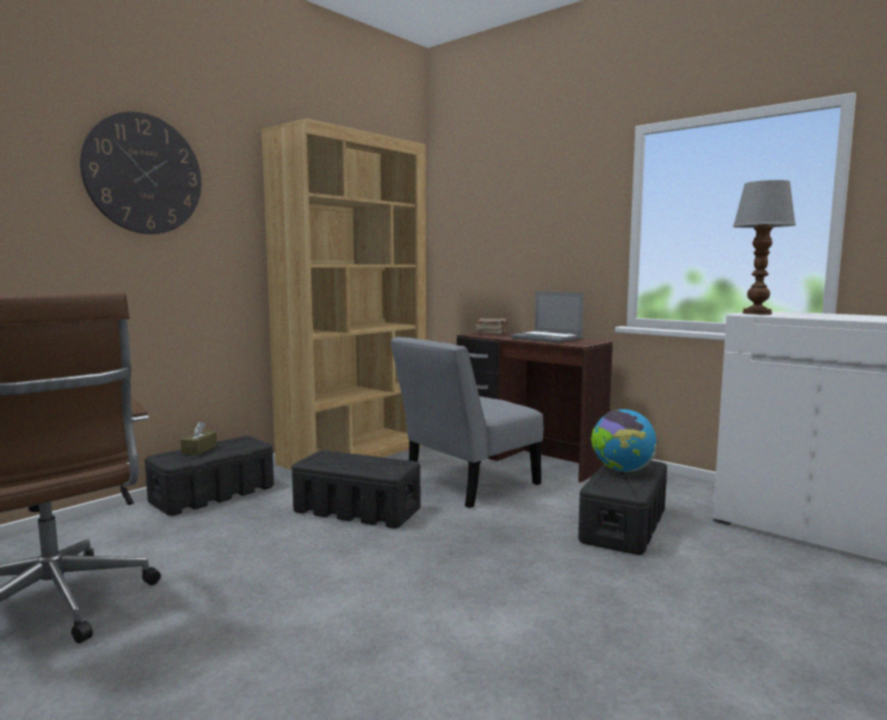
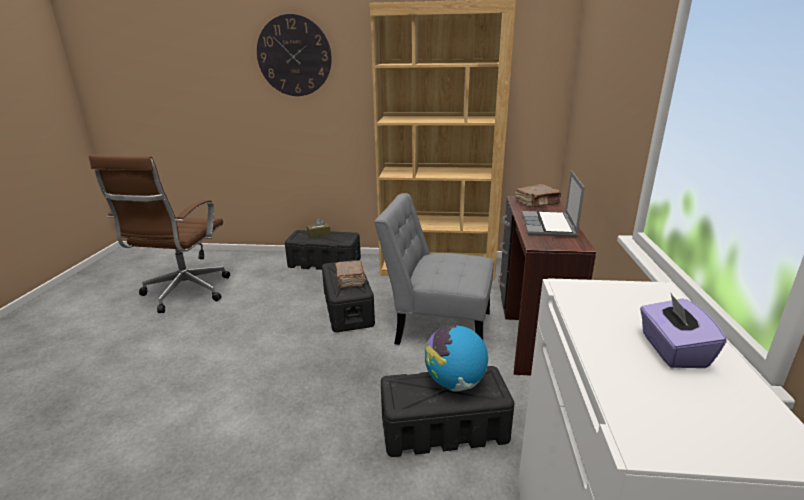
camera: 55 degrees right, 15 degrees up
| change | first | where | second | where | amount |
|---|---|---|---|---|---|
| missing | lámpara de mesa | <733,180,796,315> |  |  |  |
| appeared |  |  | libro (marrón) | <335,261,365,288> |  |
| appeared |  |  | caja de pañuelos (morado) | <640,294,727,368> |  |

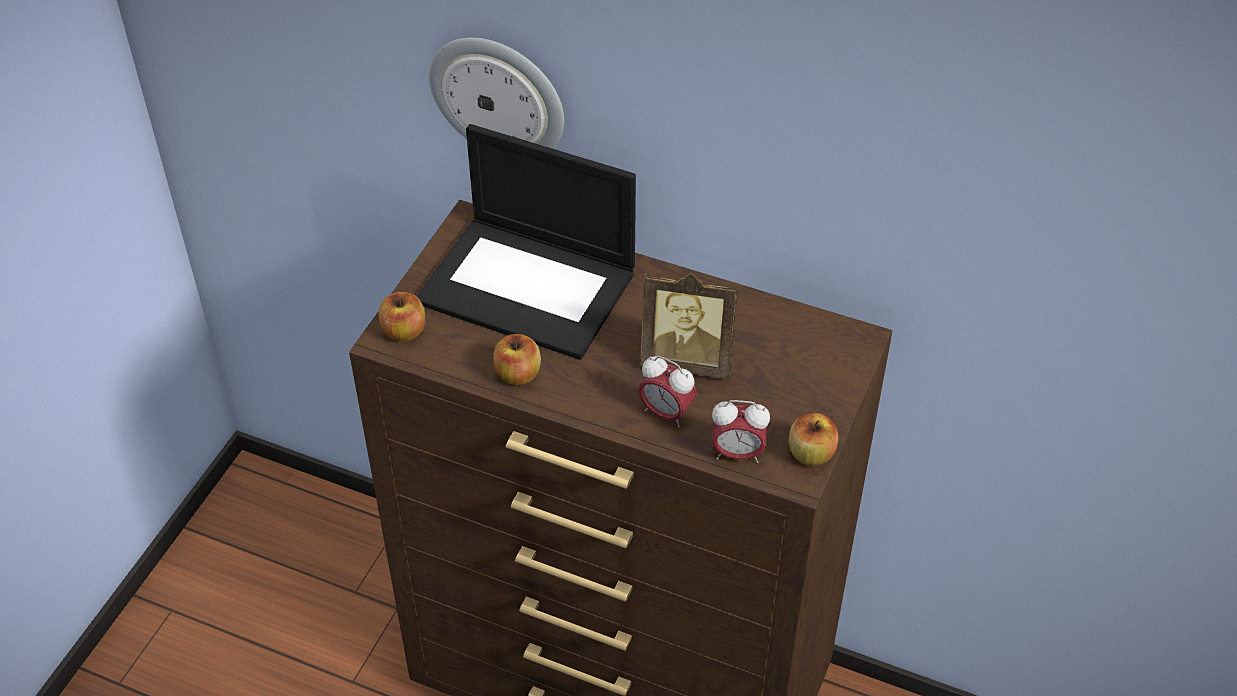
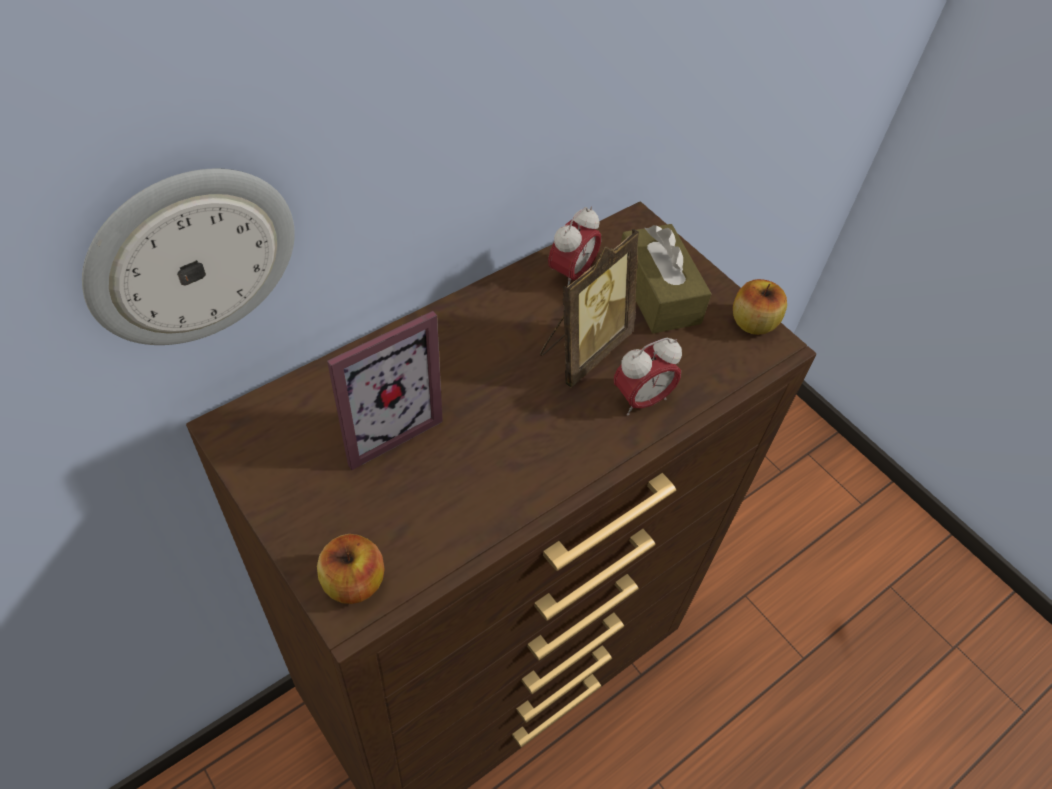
camera: 65 degrees left, 5 degrees up
| change | first | where | second | where | amount |
|---|---|---|---|---|---|
| exchanged | portátil | <416,124,636,360> | portarretratos | <327,311,443,470> |  |
| missing | manzana | <493,334,541,385> |  |  |  |
| relocated | despertador | <712,400,770,463> |  | <548,207,601,286> |  |
| appeared |  |  | caja de pañuelos (marrón) | <621,224,712,334> |  |

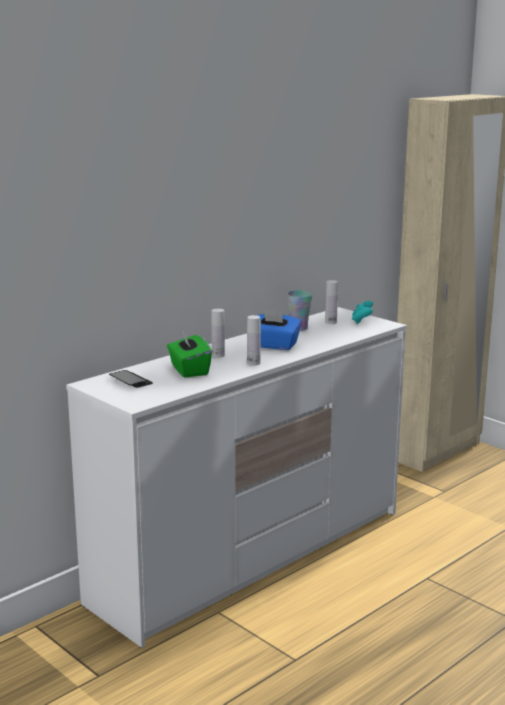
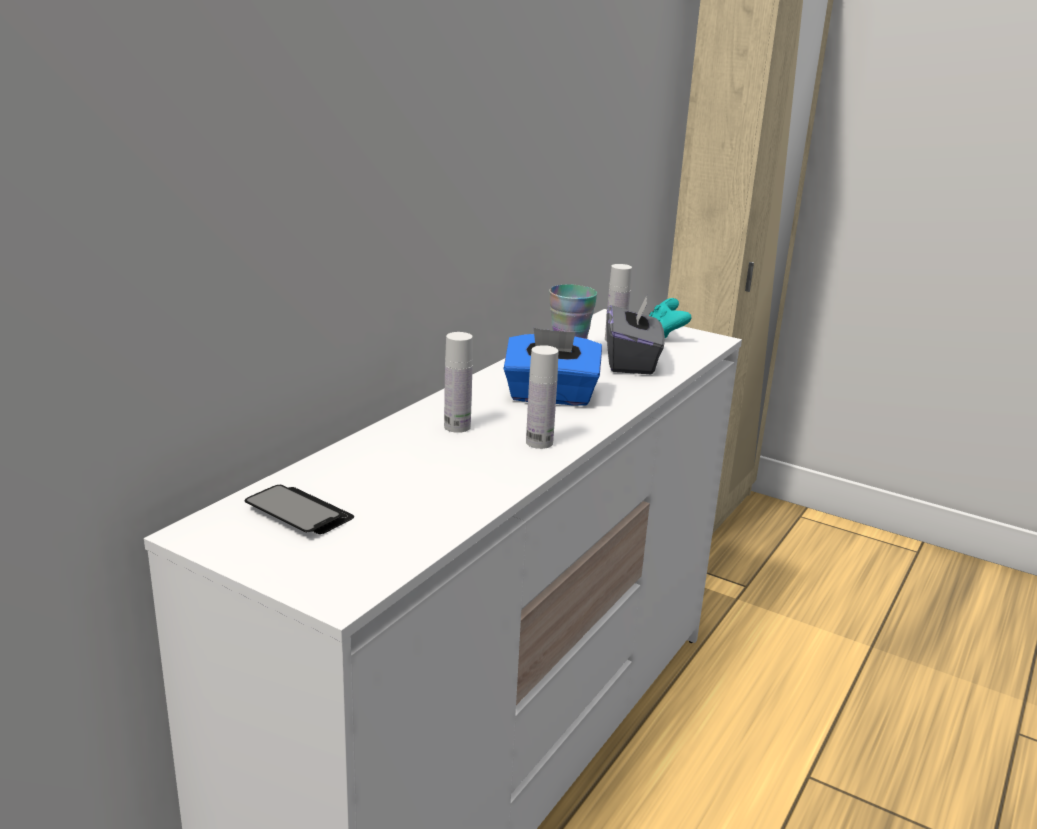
camera: 15 degrees left, 5 degrees up
| change | first | where | second | where | amount |
|---|---|---|---|---|---|
| missing | caja de pañuelos (verde) | <167,331,212,378> |  |  |  |
| appeared |  |  | caja de pañuelos (gris) | <606,295,665,374> |  |

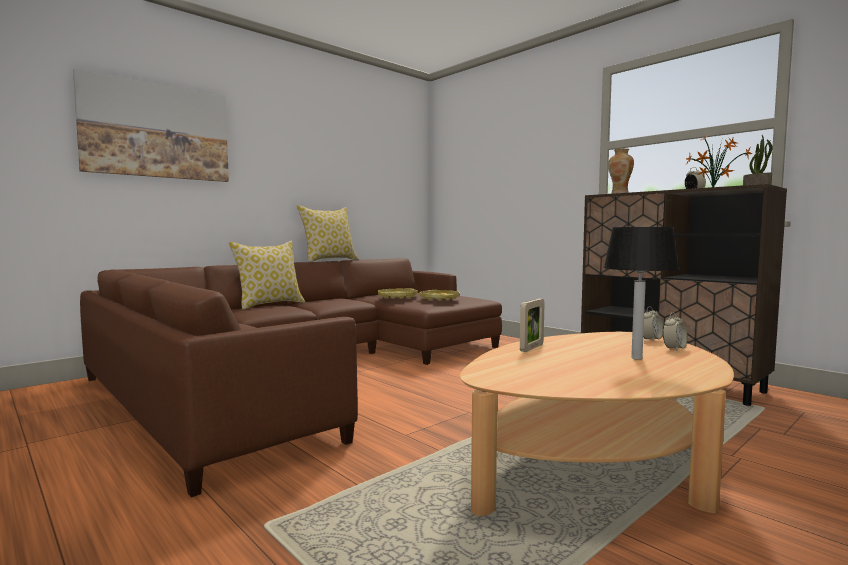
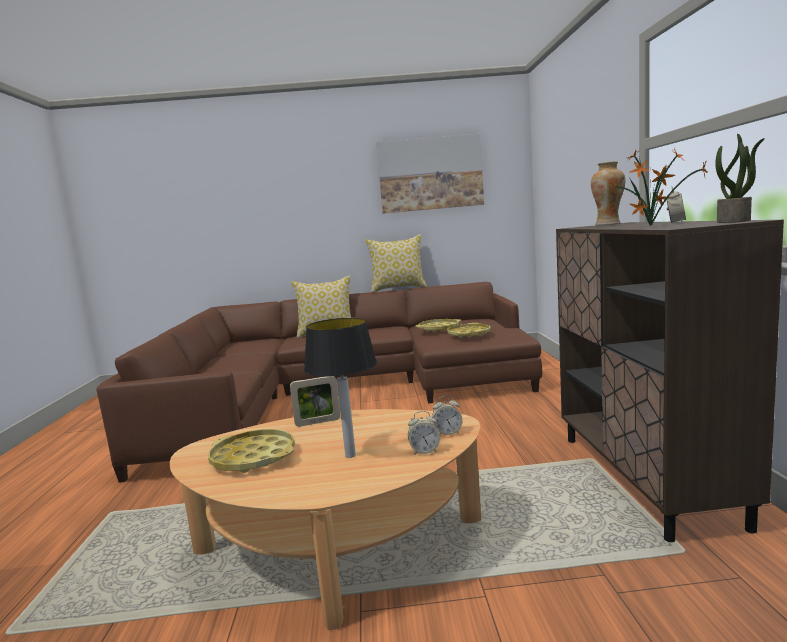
camera: 40 degrees right, 5 degrees up
| change | first | where | second | where | amount |
|---|---|---|---|---|---|
| relocated | cuadro | <73,68,229,182> |  | <376,134,484,213> |  |
| appeared |  |  | bandeja (amarillo) | <208,429,295,473> |  |

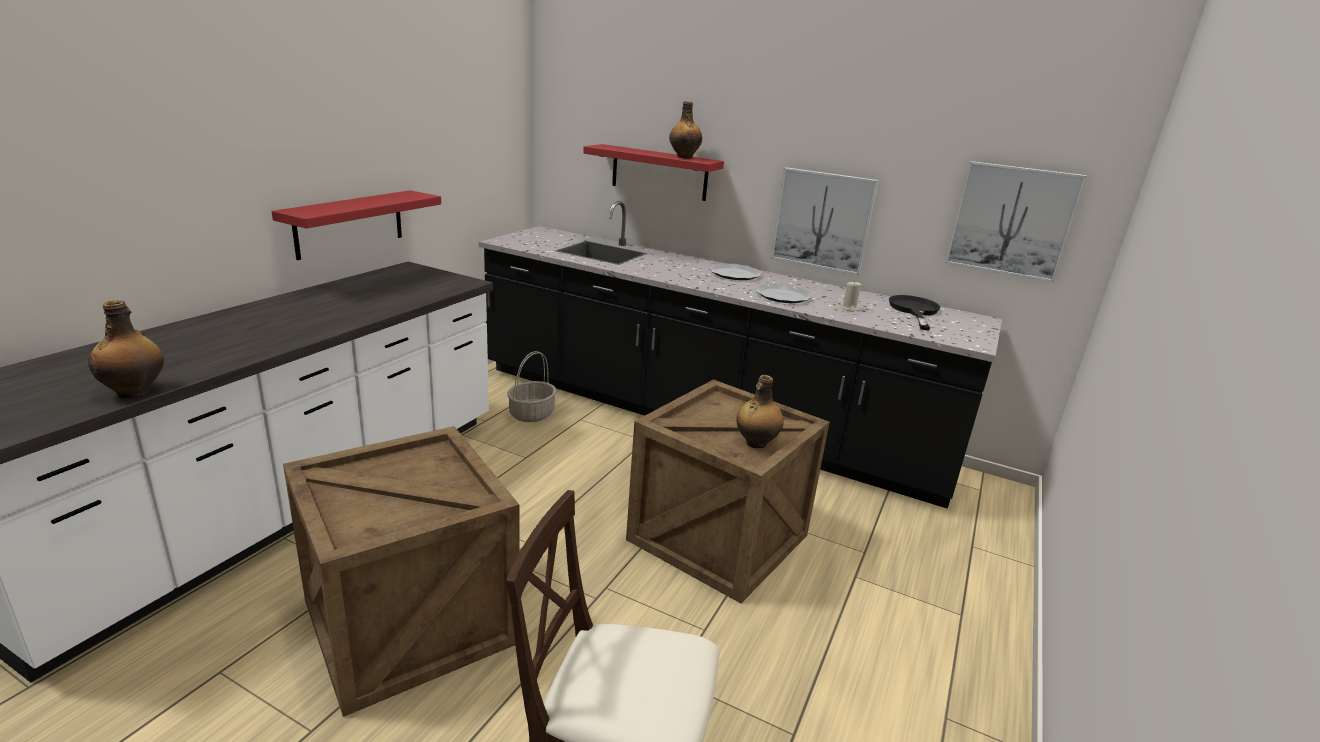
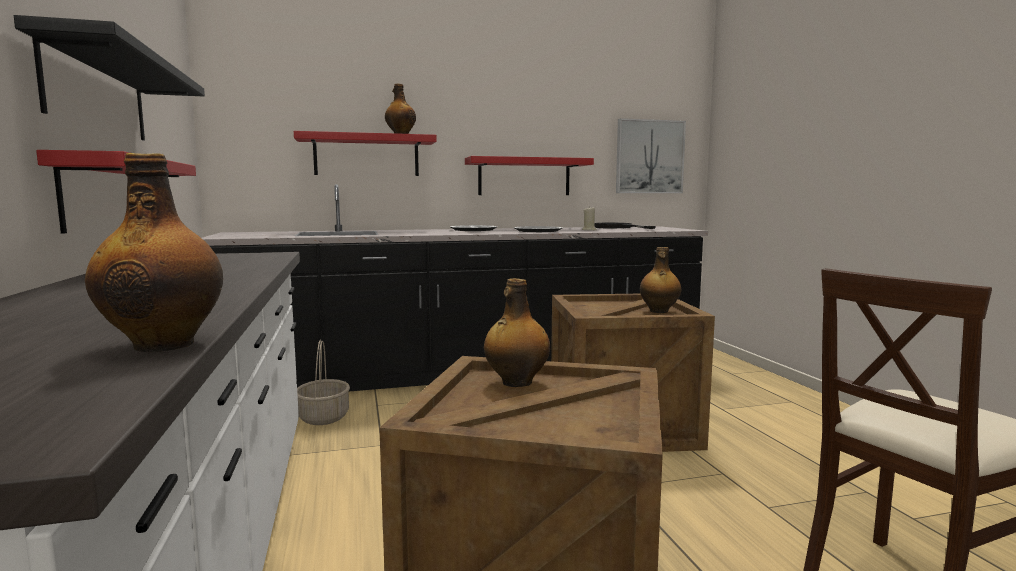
camera: 40 degrees left, 15 degrees down
| change | first | where | second | where | amount |
|---|---|---|---|---|---|
| exchanged | cuadro | <771,167,878,275> | estante (rojo) | <465,156,594,195> |  |
| appeared |  |  | estante (negro) | <14,15,205,140> |  |
| appeared |  |  | botella | <484,278,550,387> |  |

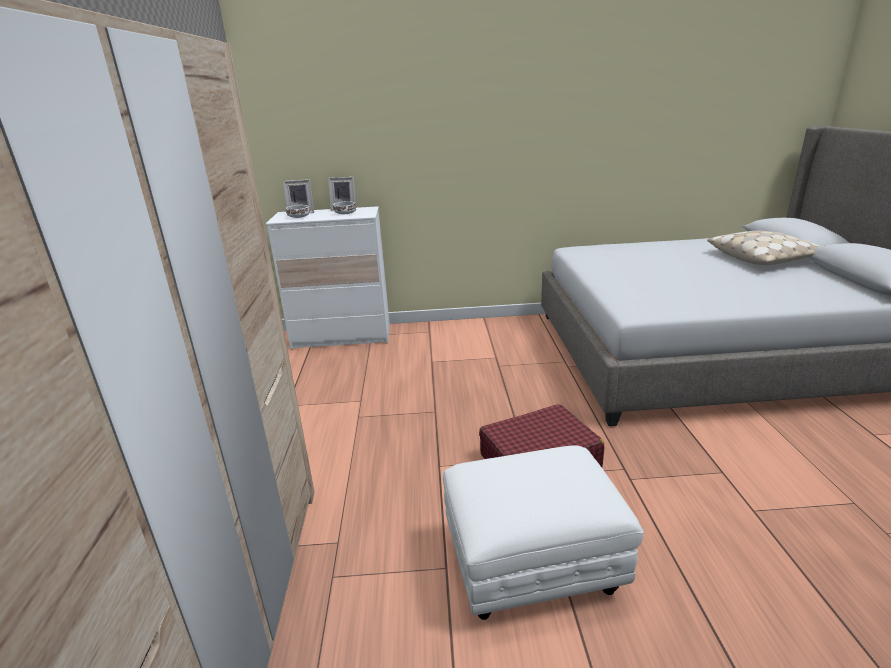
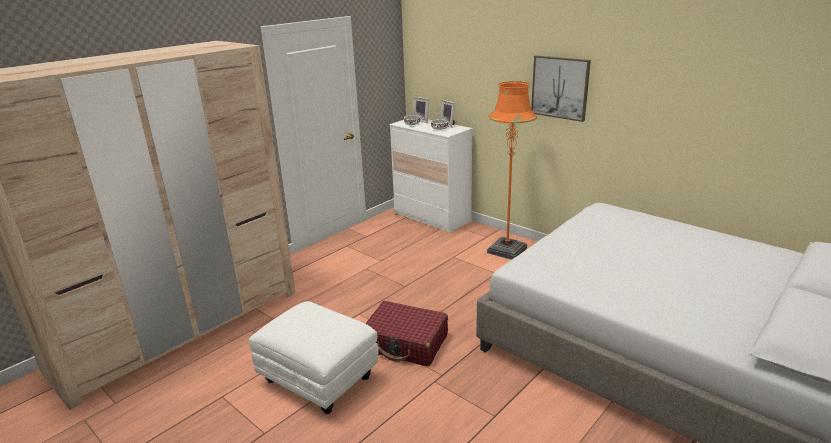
camera: 45 degrees right, 0 degrees up
| change | first | where | second | where | amount |
|---|---|---|---|---|---|
| missing | cojín (beis) | <707,231,819,265> |  |  |  |
| appeared |  |  | lámpara de pie (naranja) | <487,81,537,260> |  |
| appeared |  |  | cuadro | <531,55,591,122> |  |

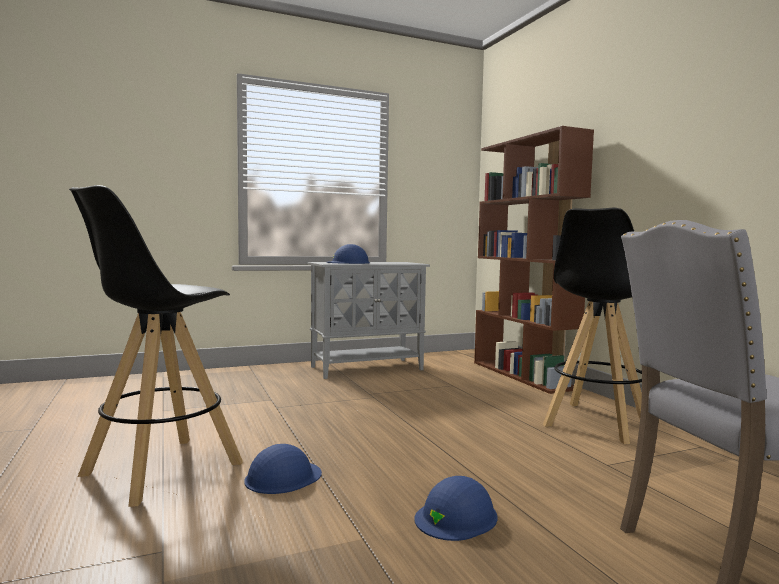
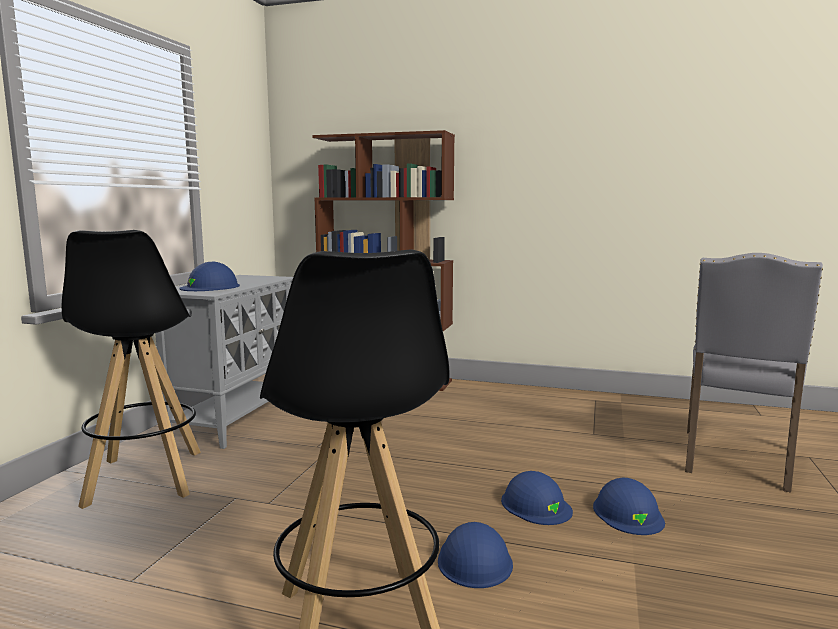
camera: 50 degrees left, 5 degrees up
| change | first | where | second | where | amount |
|---|---|---|---|---|---|
| relocated | taburete (negro) | <543,208,642,444> |  | <62,230,201,509> |  |
| appeared |  |  | casco (azul) | <501,471,573,525> |  |

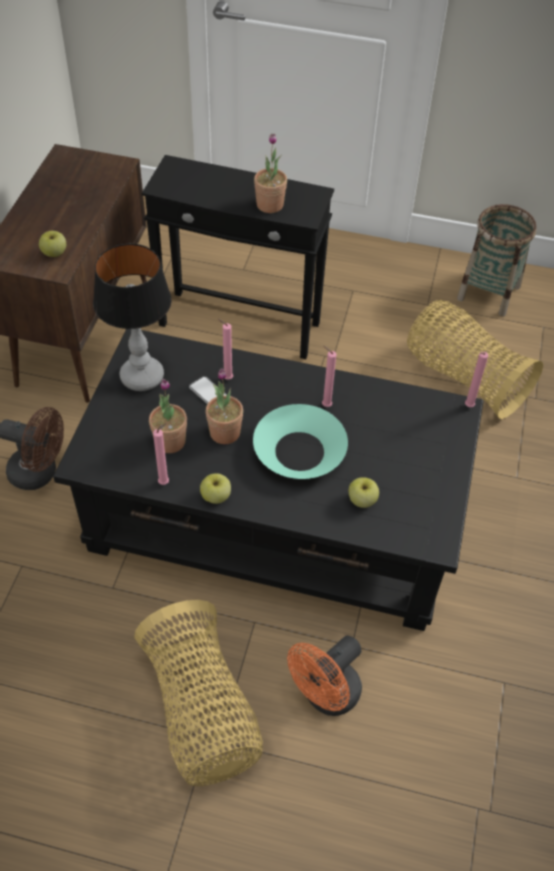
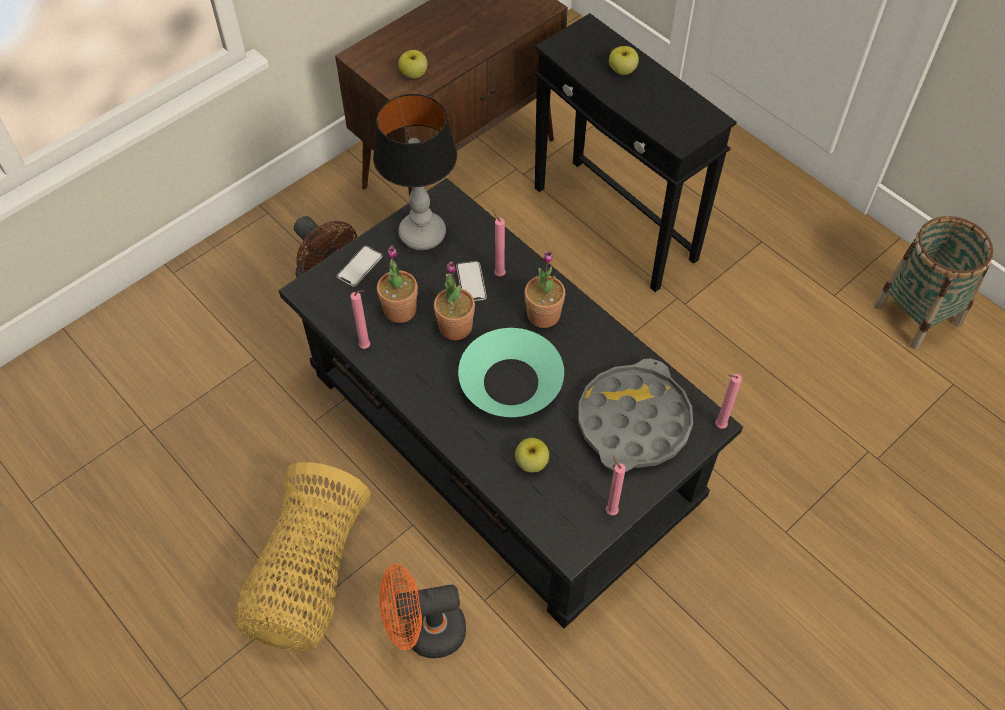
camera: 35 degrees right, 5 degrees up
| change | first | where | second | where | amount |
|---|---|---|---|---|---|
| relocated | manzana | <200,474,231,504> |  | <609,46,639,75> |  |
| relocated | planta en maceta | <254,134,287,213> |  | <524,251,565,328> |  |
| relocated | vela (rosa) | <322,346,337,407> |  | <606,455,626,515> |  |
| missing | cesta | <407,300,543,419> |  |  |  |
| appeared |  |  | móvil | <337,246,383,287> |  |
| appeared |  |  | bandeja (gris) | <578,358,693,472> |  |

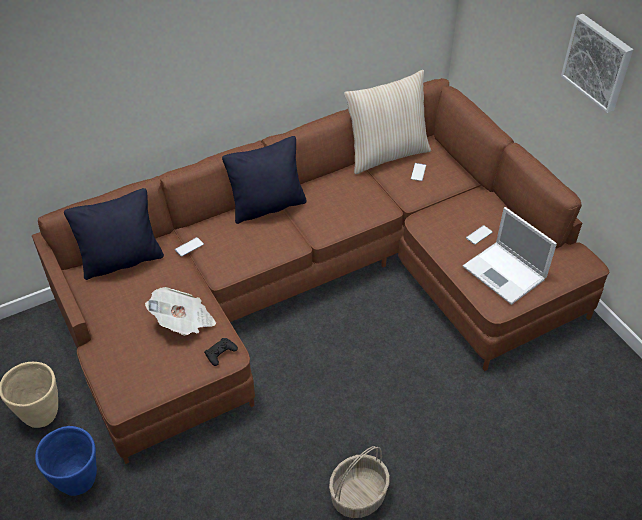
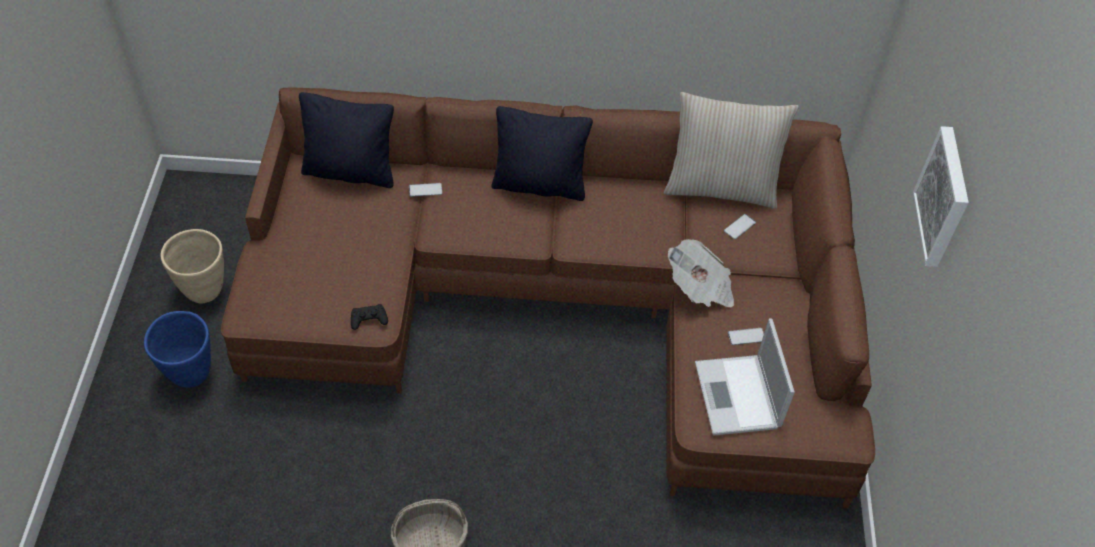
camera: 30 degrees right, 5 degrees up
| change | first | where | second | where | amount |
|---|---|---|---|---|---|
| relocated | periódico | <145,287,216,336> |  | <668,239,734,307> |  |

